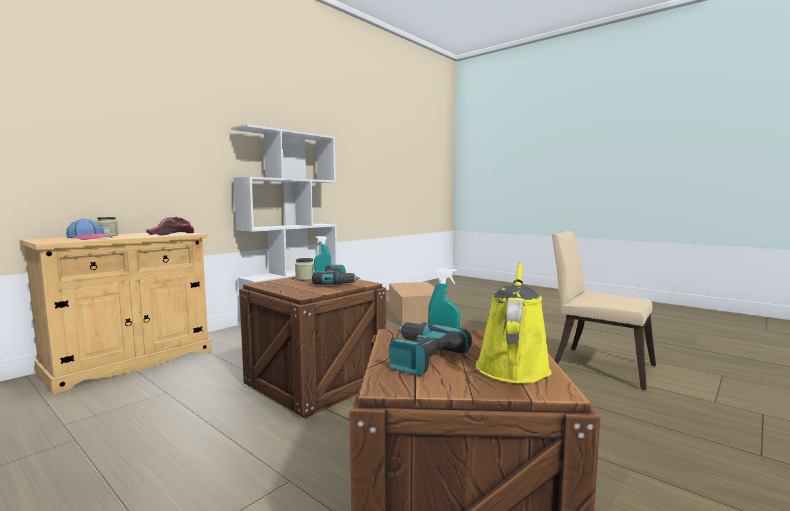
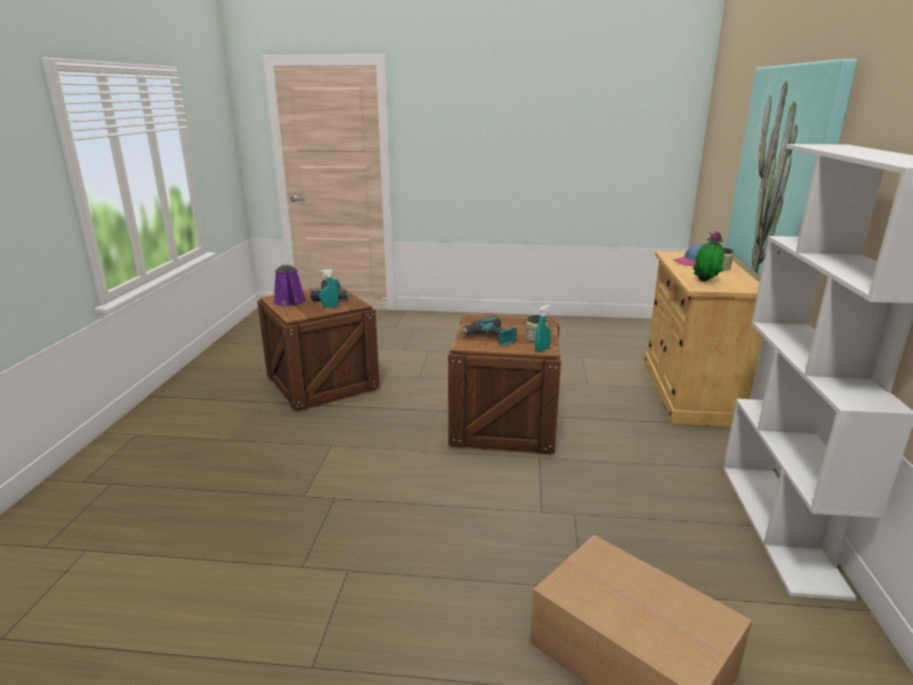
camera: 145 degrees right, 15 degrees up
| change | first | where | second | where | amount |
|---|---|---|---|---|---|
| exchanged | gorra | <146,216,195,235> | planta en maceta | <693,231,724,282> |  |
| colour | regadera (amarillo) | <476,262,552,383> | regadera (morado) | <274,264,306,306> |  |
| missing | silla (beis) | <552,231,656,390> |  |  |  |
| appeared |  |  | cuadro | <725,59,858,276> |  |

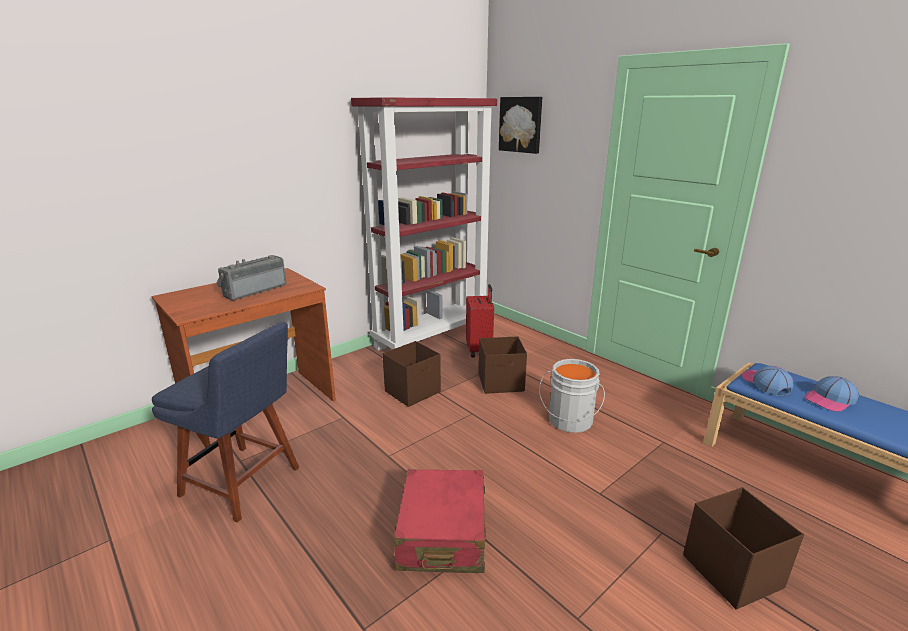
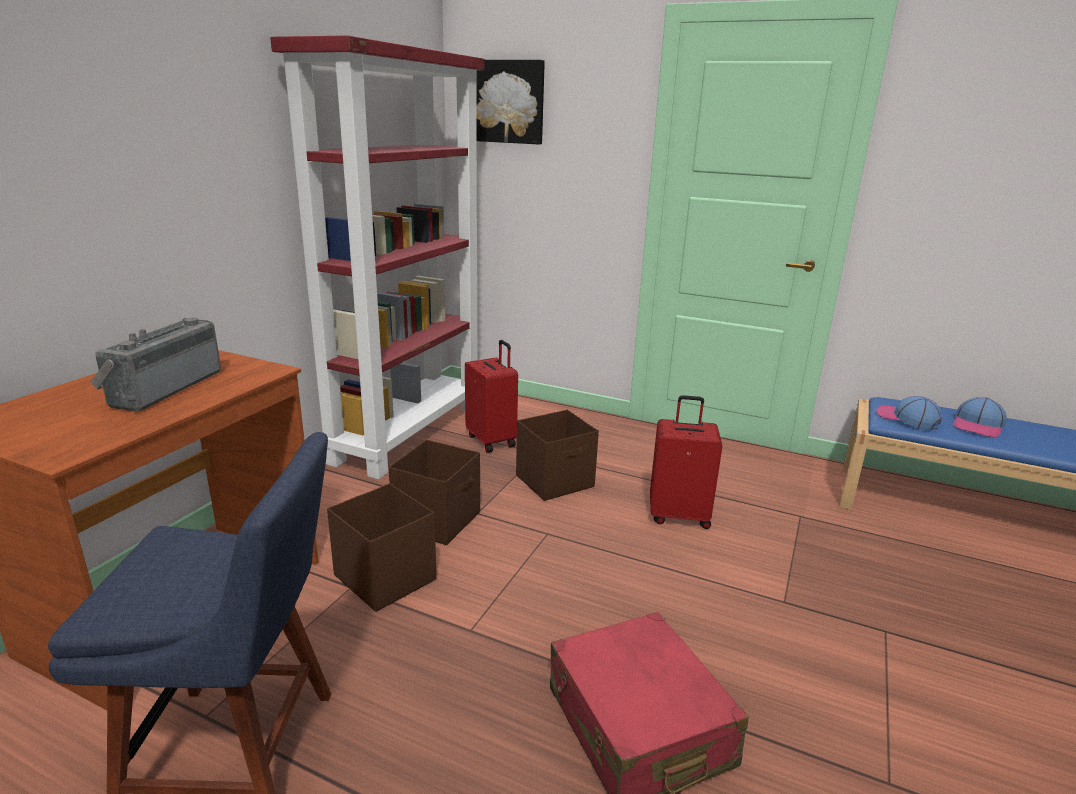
camera: 25 degrees left, 0 degrees up
| change | first | where | second | where | amount |
|---|---|---|---|---|---|
| exchanged | cubo (gris) | <539,359,605,433> | maleta (rojo) | <650,395,723,529> |  |
| relocated | caja de almacenaje (marrón) | <683,487,804,610> |  | <327,483,437,612> |  |

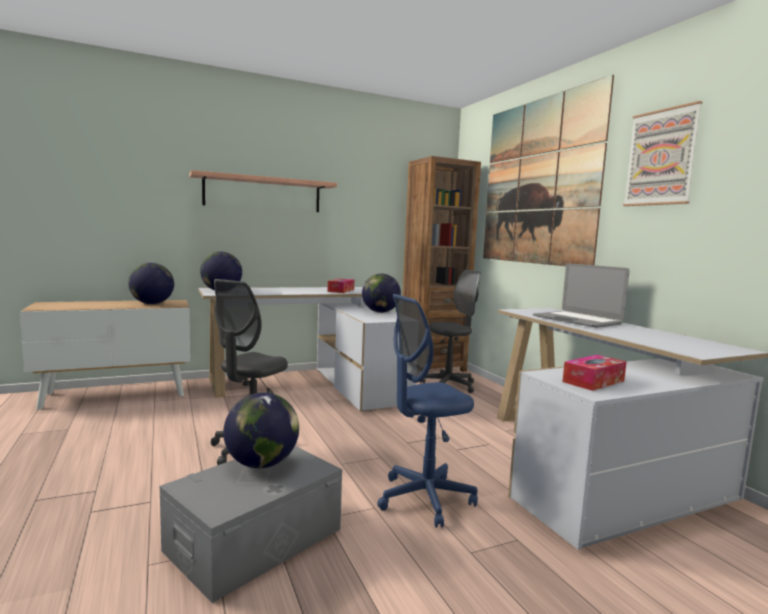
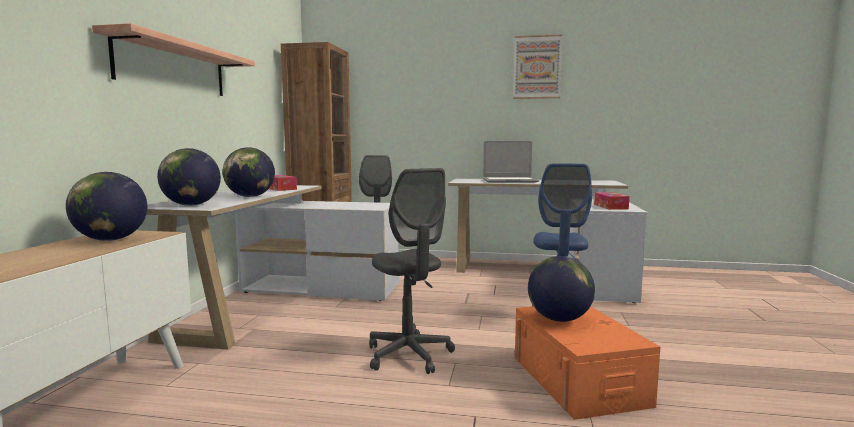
camera: 55 degrees left, 0 degrees up
| change | first | where | second | where | amount |
|---|---|---|---|---|---|
| colour | caja de almacenaje (gris) | <160,446,342,603> | caja de almacenaje (naranja) | <515,306,660,420> |  |
| relocated | globo terráqueo | <362,274,401,313> |  | <223,147,275,197> |  |
| missing | cuadro | <483,75,614,266> |  |  |  |

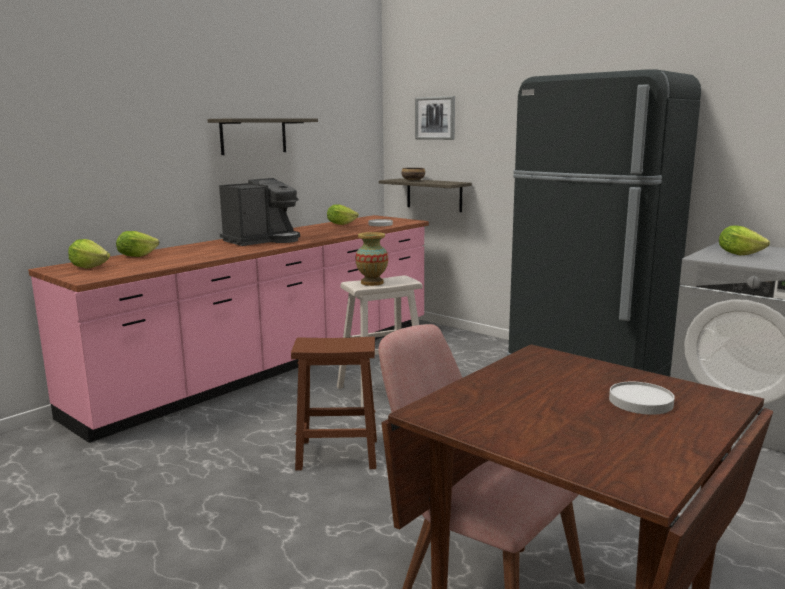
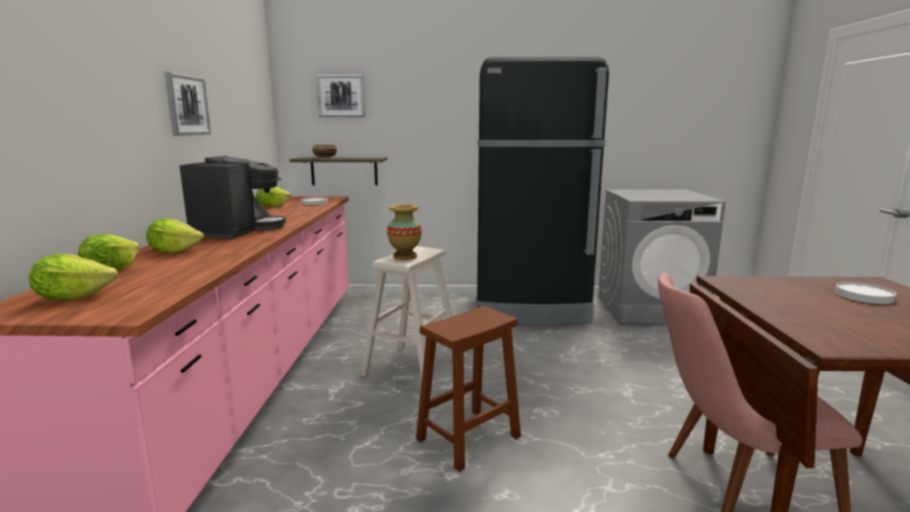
camera: 40 degrees left, 0 degrees up
| change | first | where | second | where | amount |
|---|---|---|---|---|---|
| exchanged | estante | <207,118,318,155> | cuadro | <165,72,211,136> |  |
| relocated | lechuga | <719,225,770,255> |  | <146,218,204,253> |  |

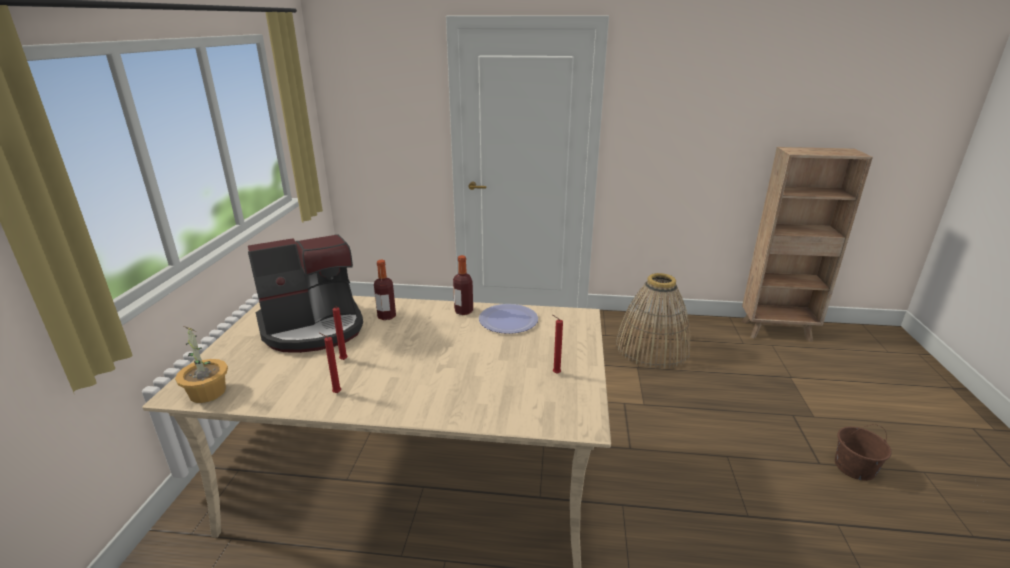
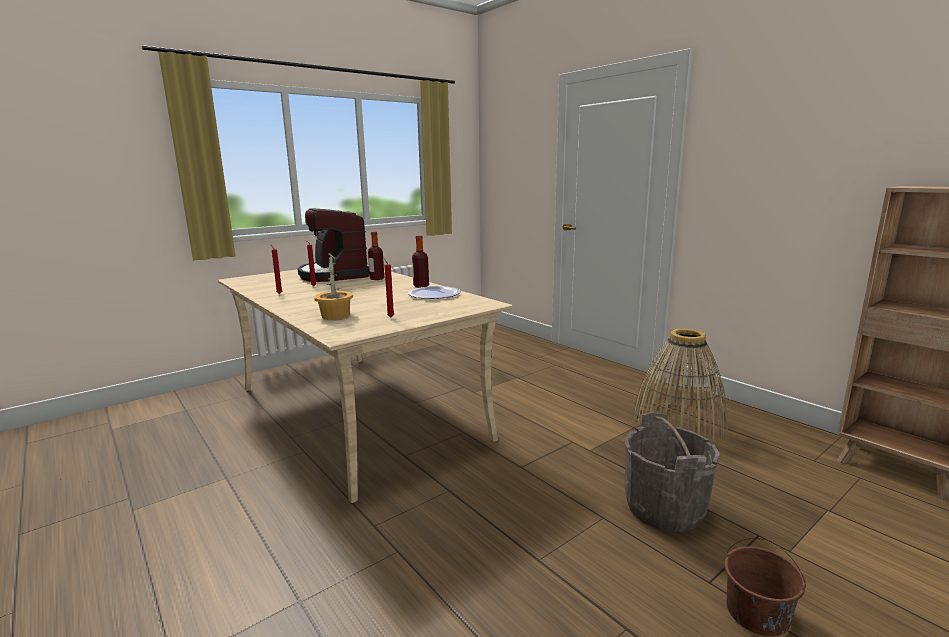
camera: 45 degrees right, 10 degrees down
| change | first | where | second | where | amount |
|---|---|---|---|---|---|
| relocated | planta en maceta | <175,326,228,403> |  | <314,253,353,319> |  |
| spun | cafetera | <248,234,363,353> |  | <298,208,370,282> | 45 degrees clockwise |
| appeared |  |  | cubo (gris) | <625,412,720,532> |  |

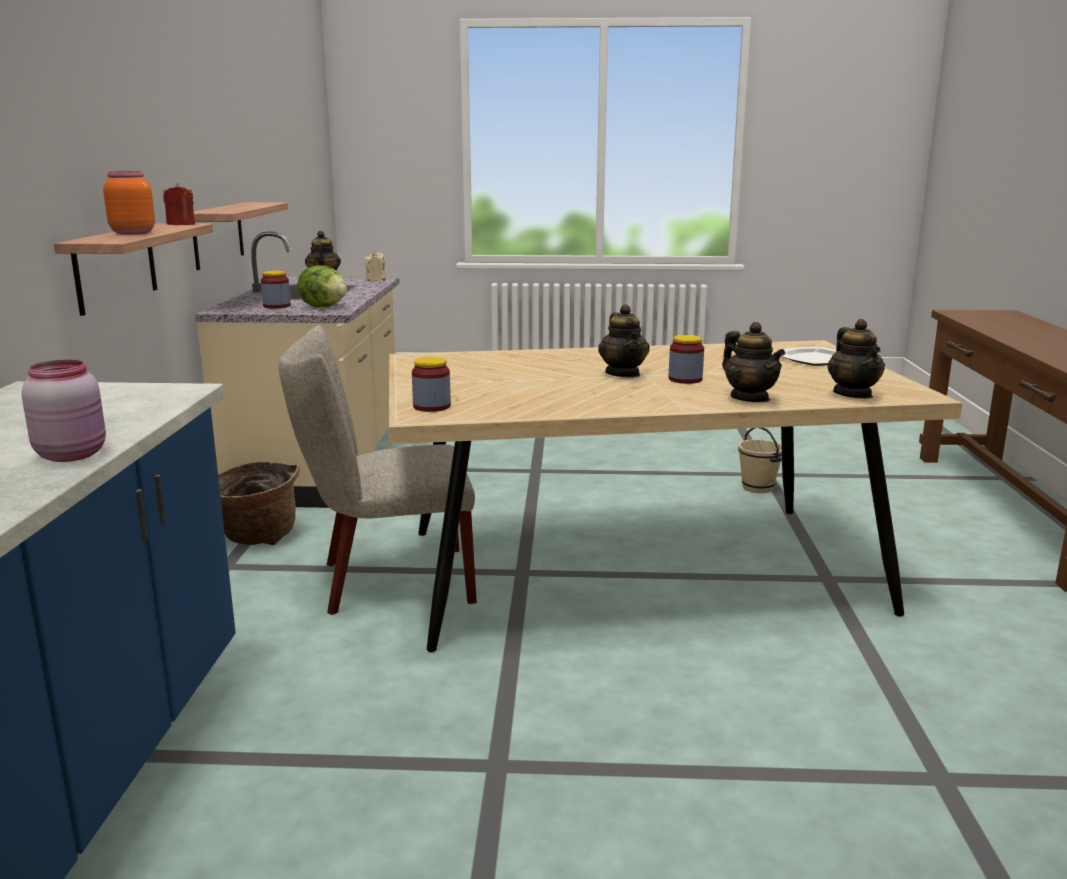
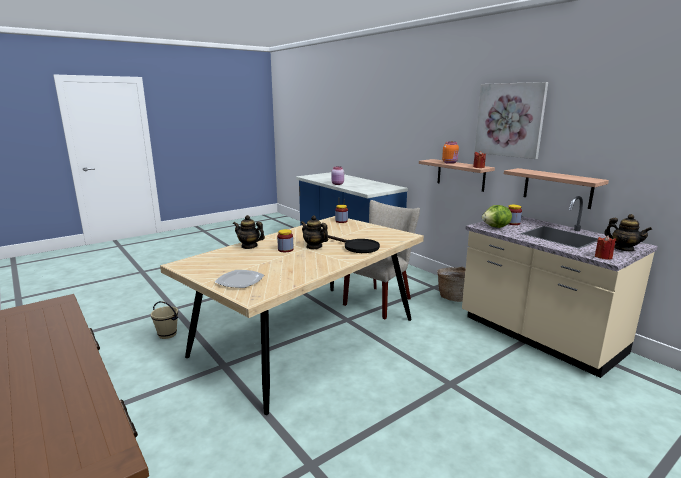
camera: 140 degrees right, 0 degrees up
| change | first | where | second | where | amount |
|---|---|---|---|---|---|
| colour | vela (beis) | <365,251,386,281> | vela (rojo) | <595,235,616,260> |  |
| relocated | cubo (beis) | <738,428,782,493> |  | <151,301,178,339> |  |
| missing | tetera | <828,319,885,399> |  |  |  |
| appeared |  |  | sartén (negro) | <328,235,380,253> |  |
| appeared |  |  | cuadro | <475,82,548,159> |  |

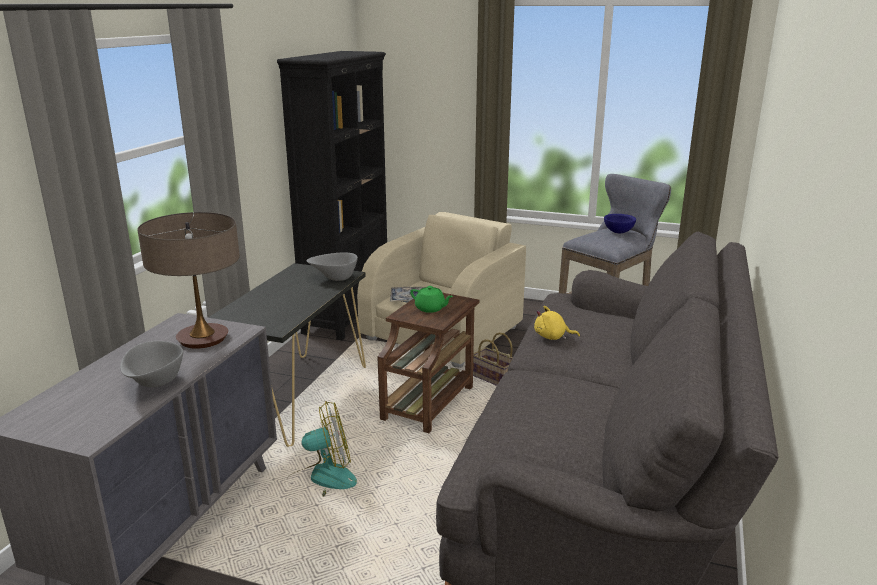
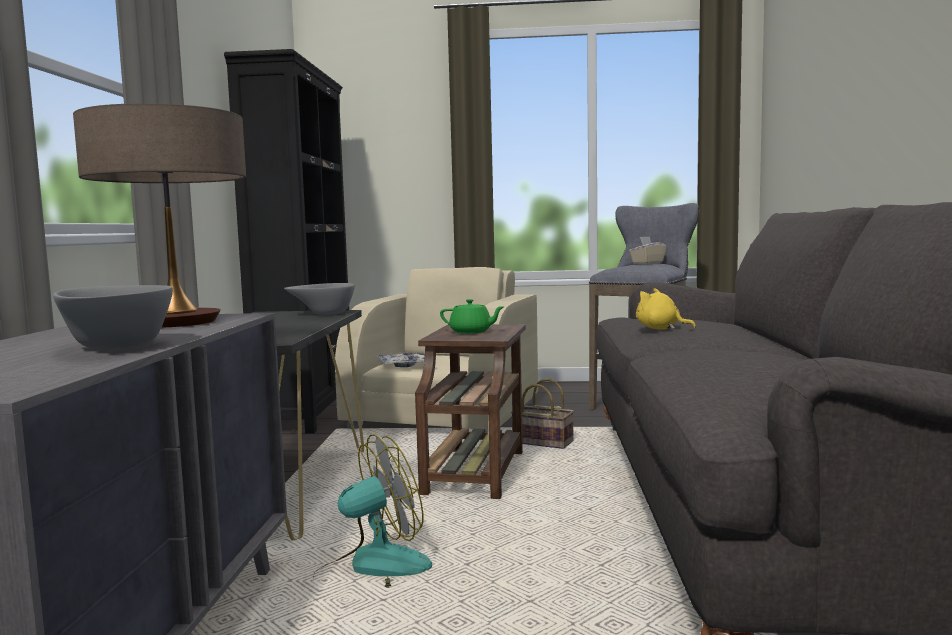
camera: 15 degrees left, 15 degrees down
| change | first | where | second | where | amount |
|---|---|---|---|---|---|
| spun | peluche (amarillo) | <534,306,580,340> |  | <636,288,696,330> | 45 degrees clockwise |
| exchanged | cuenco (azul) | <604,214,636,233> | caja de pañuelos (beis) | <629,236,666,264> |  |

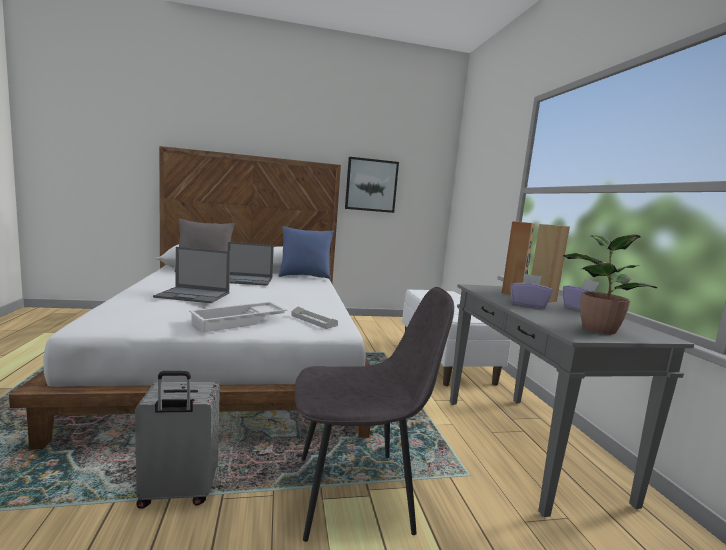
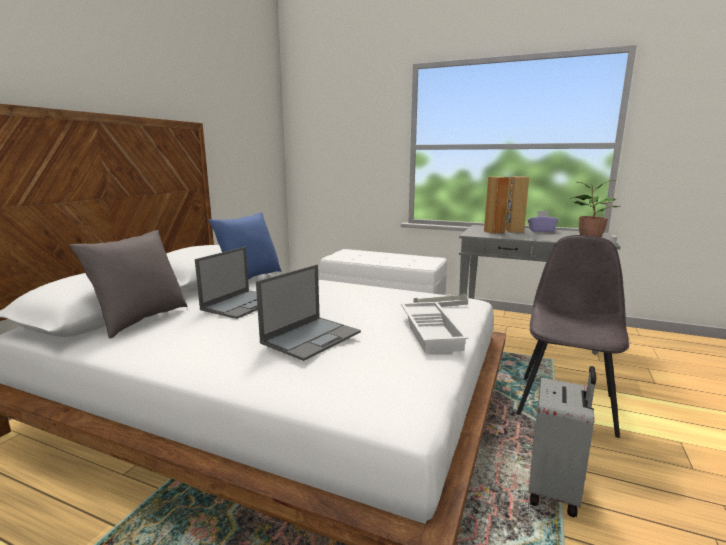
camera: 55 degrees left, 5 degrees up
| change | first | where | second | where | amount |
|---|---|---|---|---|---|
| missing | cuadro | <345,157,399,213> |  |  |  |
| missing | caja de pañuelos (morado) | <510,274,553,308> |  |  |  |

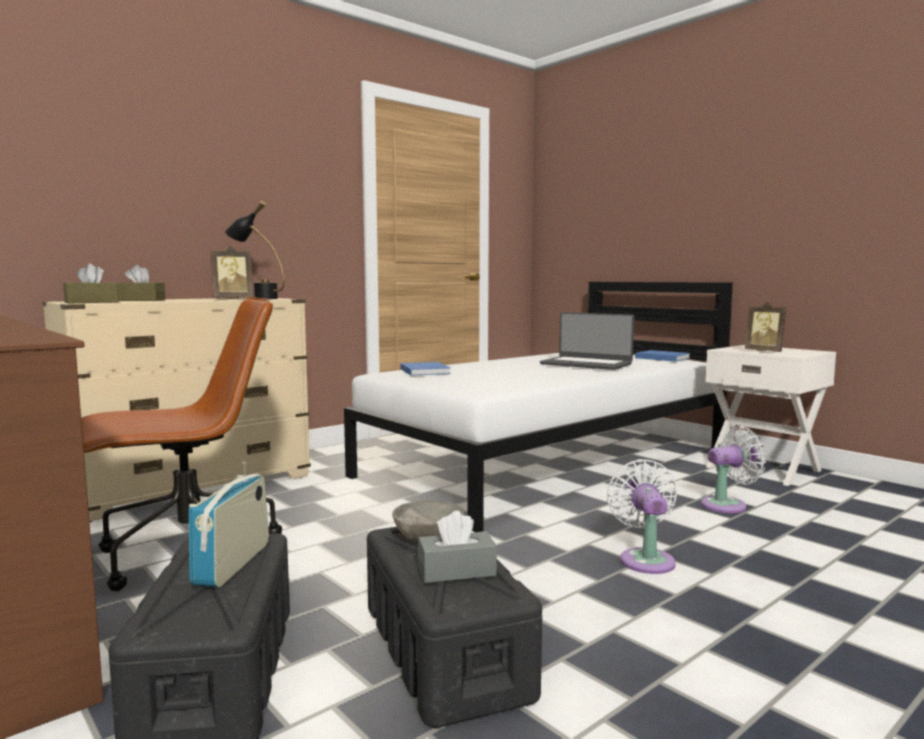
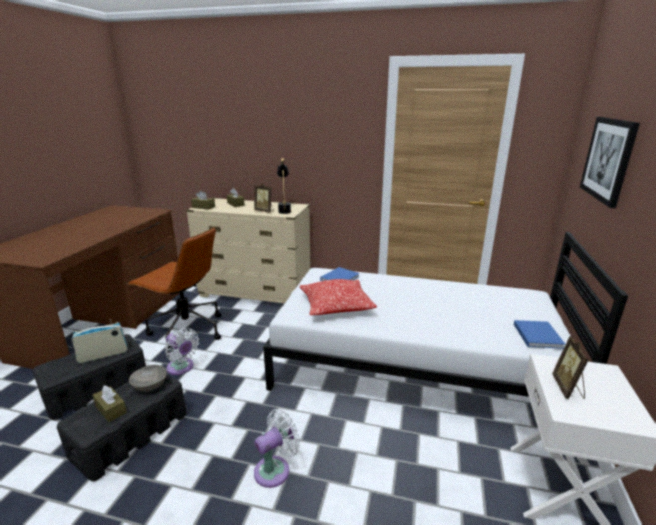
camera: 55 degrees right, 15 degrees up
| change | first | where | second | where | amount |
|---|---|---|---|---|---|
| colour | caja de pañuelos (gris) | <418,511,497,583> | caja de pañuelos (marrón) | <92,385,127,422> |  |
| missing | portátil | <540,312,634,370> |  |  |  |
| relocated | ventilador (blanco) | <701,426,766,513> |  | <165,328,199,375> |  |
| appeared |  |  | cojín | <300,279,377,315> |  |
| appeared |  |  | cuadro | <580,117,640,208> |  |

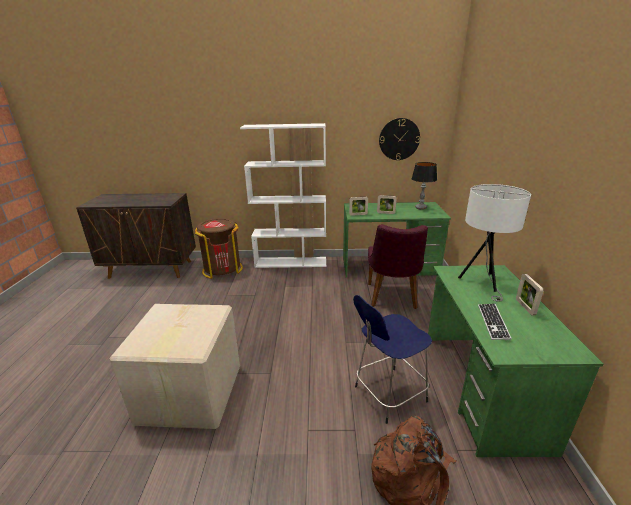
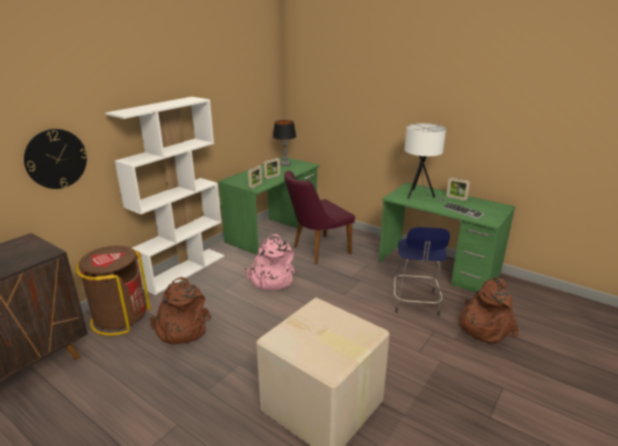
camera: 55 degrees left, 0 degrees up
| change | first | where | second | where | amount |
|---|---|---|---|---|---|
| spun | silla (morado) | <368,224,428,309> |  | <284,171,355,264> | 105 degrees clockwise |
| relocated | reloj de pared | <379,118,420,160> |  | <24,129,87,189> |  |
| appeared |  |  | mochila (marrón) | <149,277,211,344> |  |
| appeared |  |  | mochila (rosa) | <245,234,296,290> |  |

